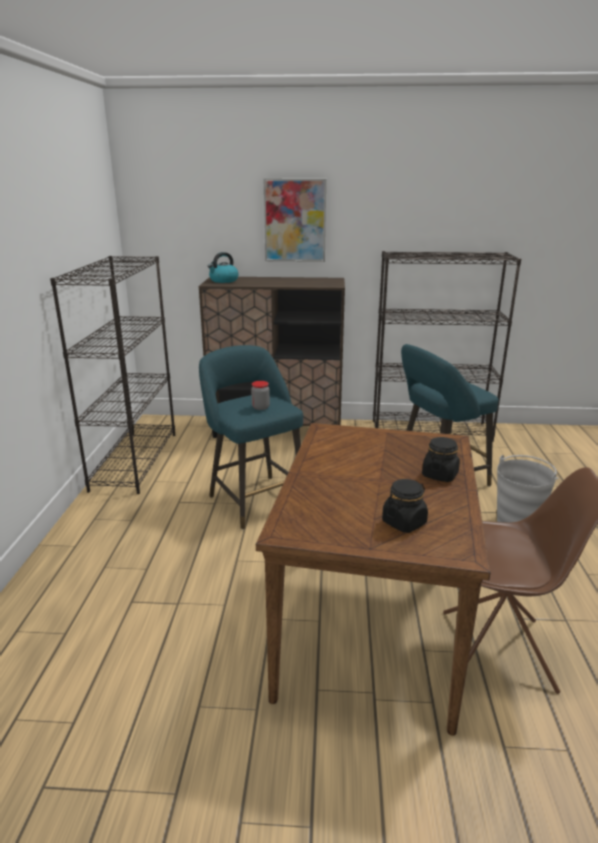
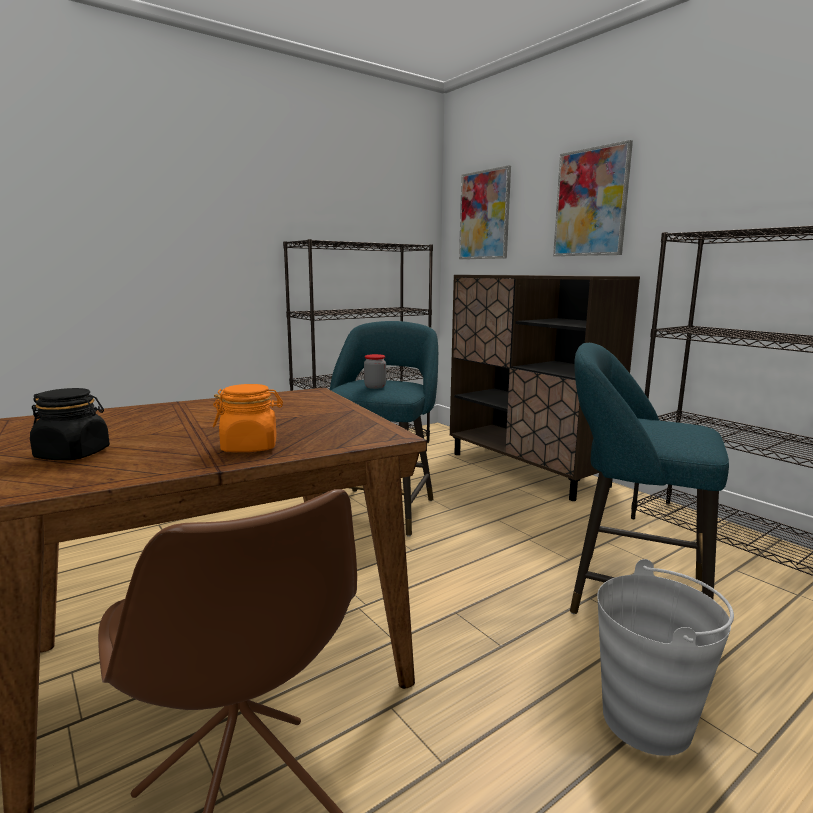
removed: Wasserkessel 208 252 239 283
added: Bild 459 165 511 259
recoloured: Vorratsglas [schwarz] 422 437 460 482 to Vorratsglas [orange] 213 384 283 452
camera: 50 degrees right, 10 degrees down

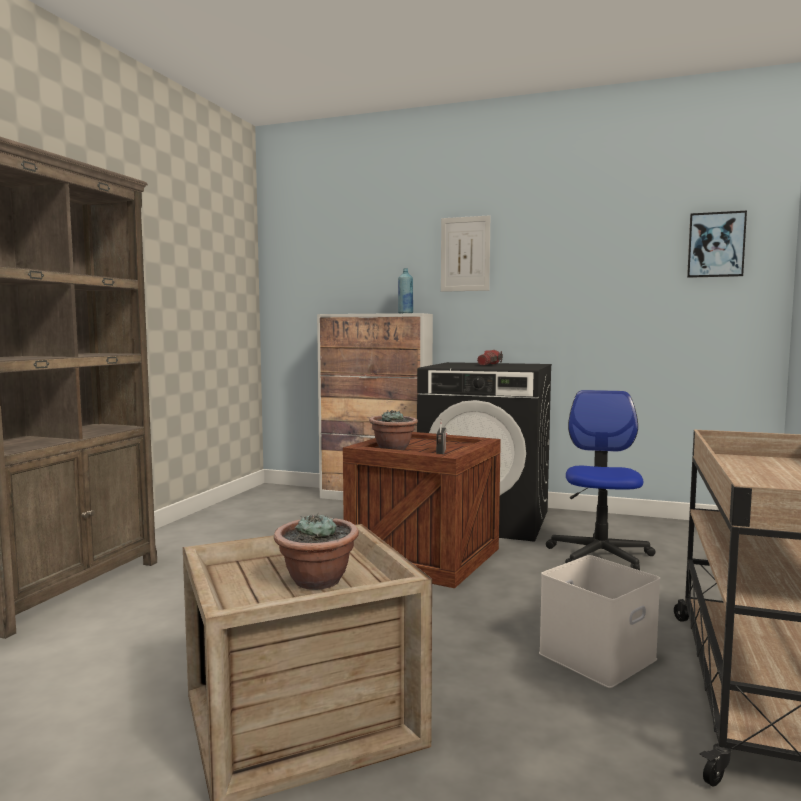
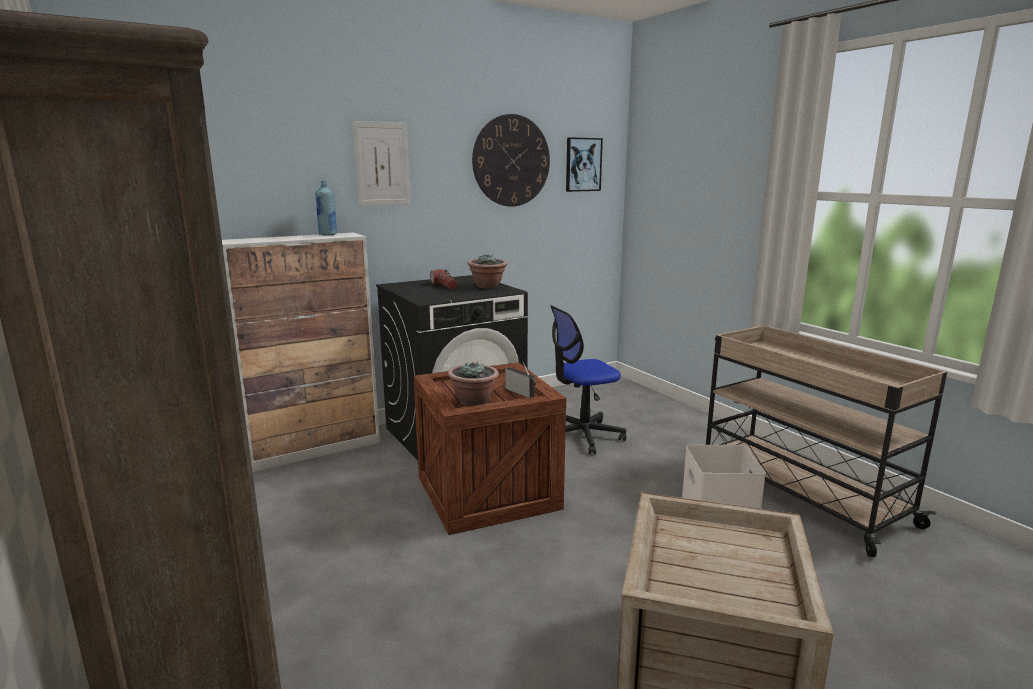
added: Wanduhr 472 114 550 207
moved: Topfpflanze 274 514 359 590 to 467 254 508 289
turned: Bürostuhl 546 390 656 570 = 550 305 627 454 75 degrees counterclockwise
camera: 50 degrees left, 10 degrees up

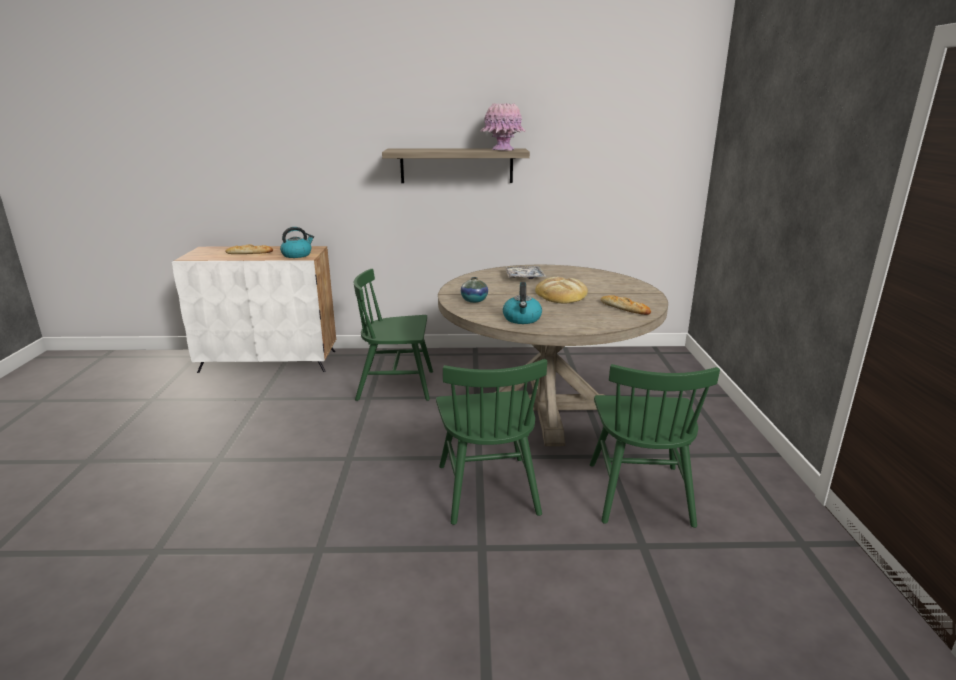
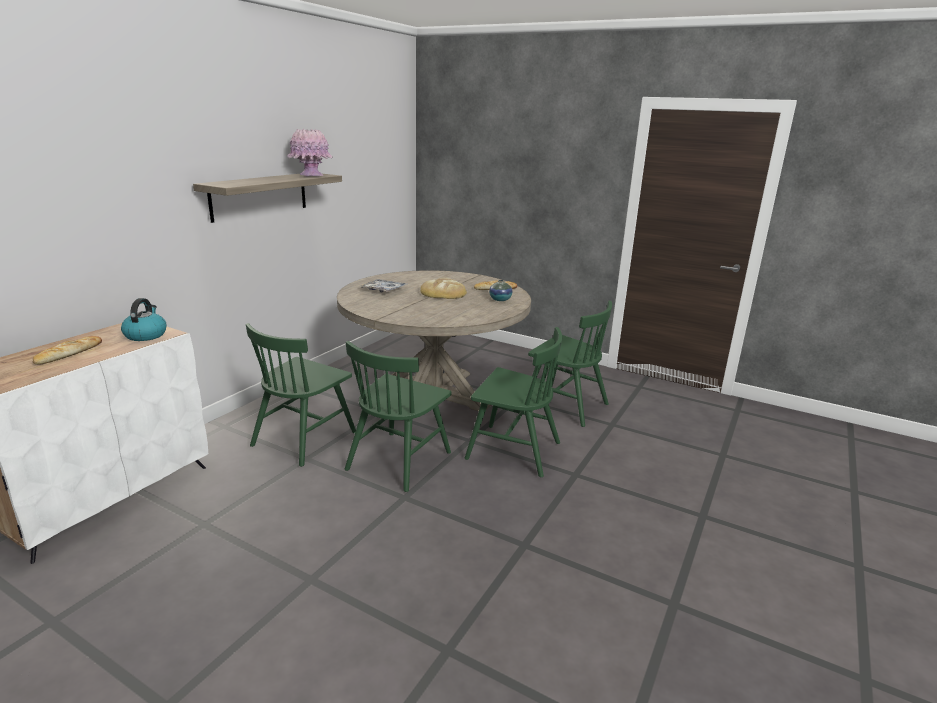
removed: Wasserkessel 503 282 542 324
added: Stuhl [grün] 345 341 452 492
moved: Vase 461 277 488 303 to 489 280 512 301
camera: 60 degrees left, 0 degrees up

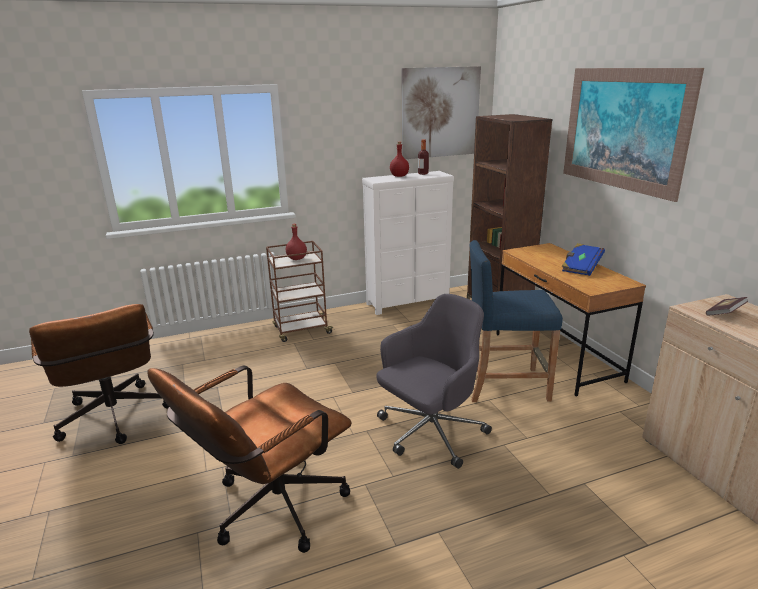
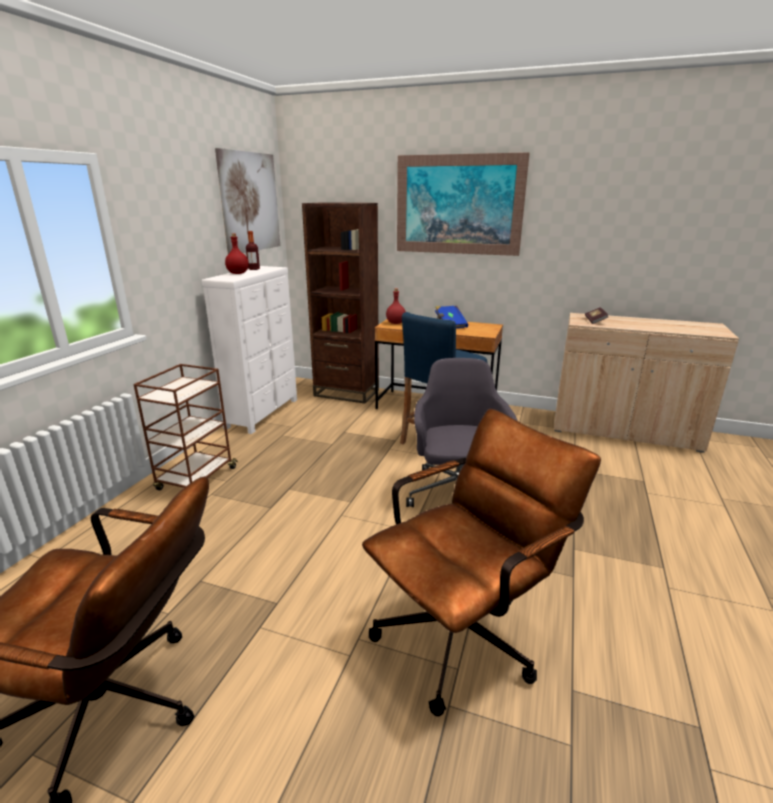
moved: Flasche [rot] 286 224 307 260 to 386 288 406 324
turned: Bürostuhl [braun] 147 365 352 553 = 362 409 601 717 120 degrees counterclockwise
camera: 50 degrees left, 0 degrees up

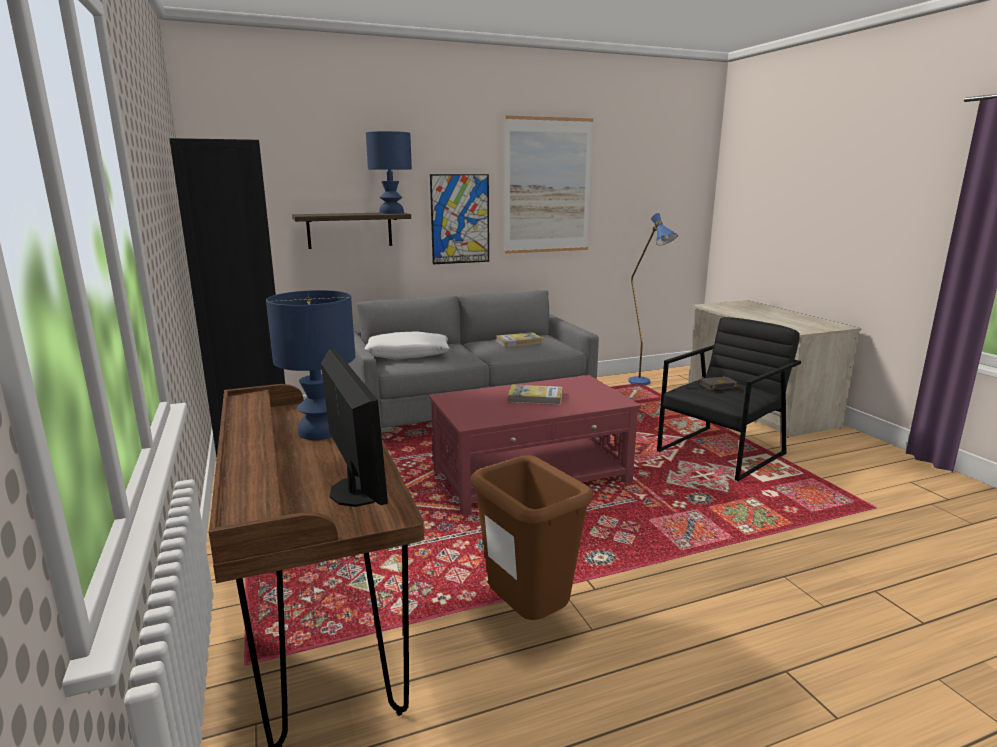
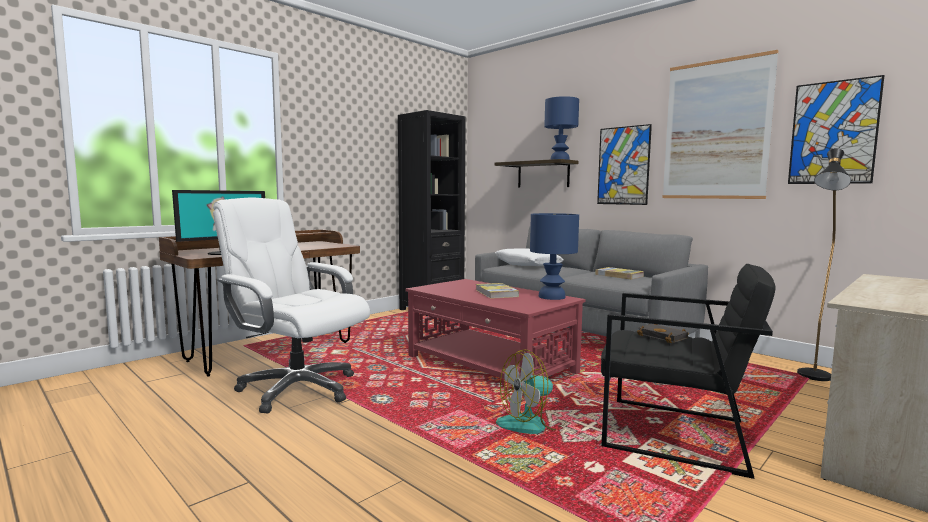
added: Ventilator 496 349 565 434; Bild 788 75 885 184
moved: Tischlampe [blau] 266 290 355 440 to 530 213 579 300
replaced: Mülleimer [braun] 471 455 593 620 to Bürostuhl [weiß] 213 197 370 413
recoloured: Stehlampe [blau] 628 213 678 385 to Stehlampe [schwarz] 797 148 851 381
camera: 65 degrees right, 10 degrees down

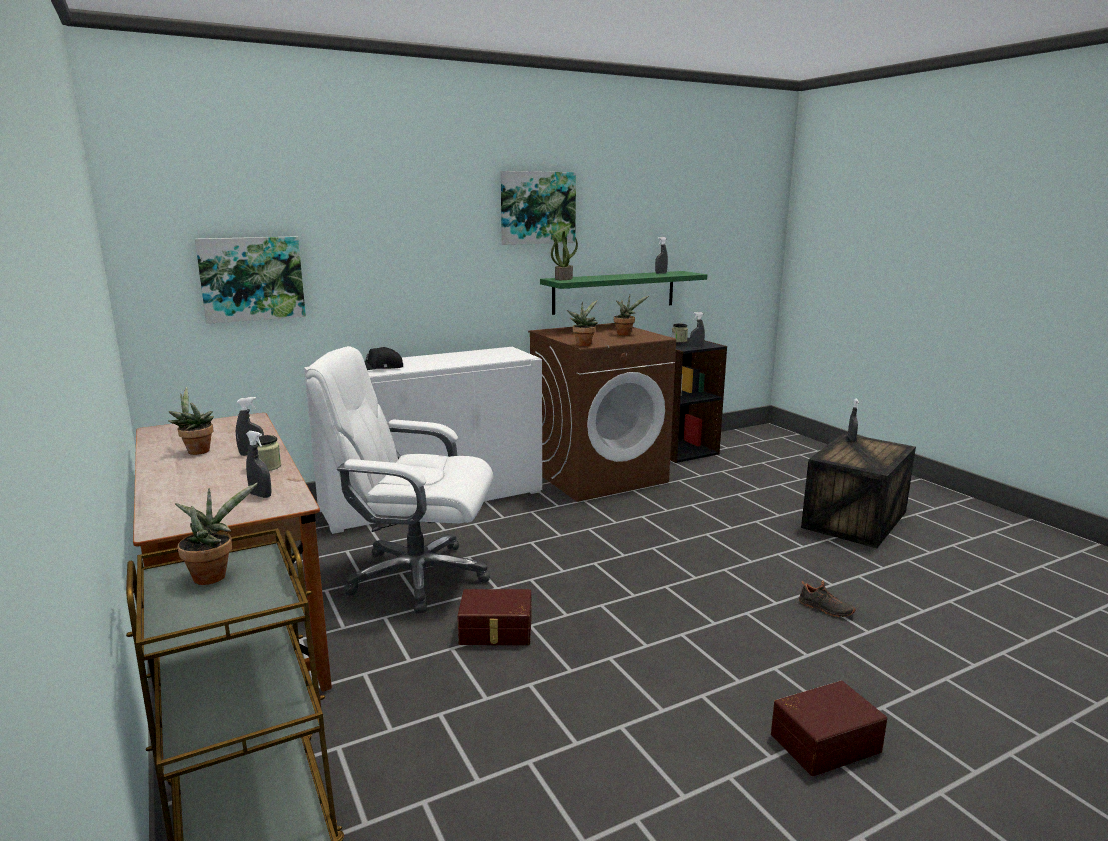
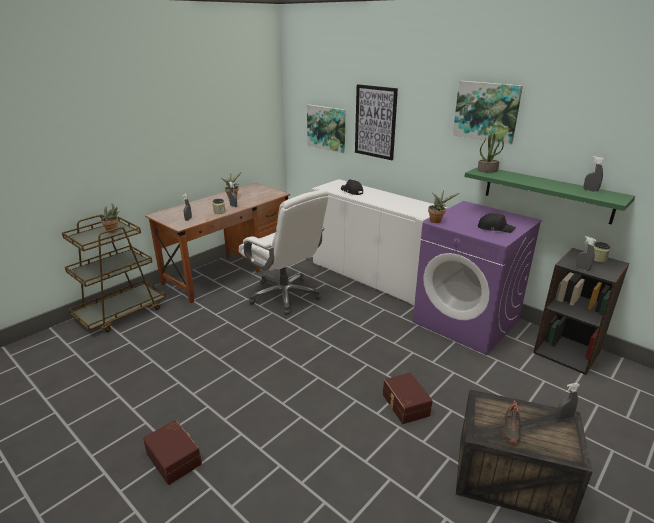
added: Bild 355 84 398 160
moved: Aufbewahrungsbox [braun] 457 589 532 645 to 383 373 433 424; Schuh [schwarz] 799 580 855 617 to 502 401 521 444
replaced: Topfpflanze 614 295 650 336 to Kappe [schwarz] 477 213 516 233
recoloured: Waschmaschine [braun] 528 323 676 502 to Waschmaschine [lila] 413 201 542 355
turned: Bürostuhl [weiß] 305 346 493 614 = 239 190 328 315 150 degrees clockwise
camera: 70 degrees right, 10 degrees up

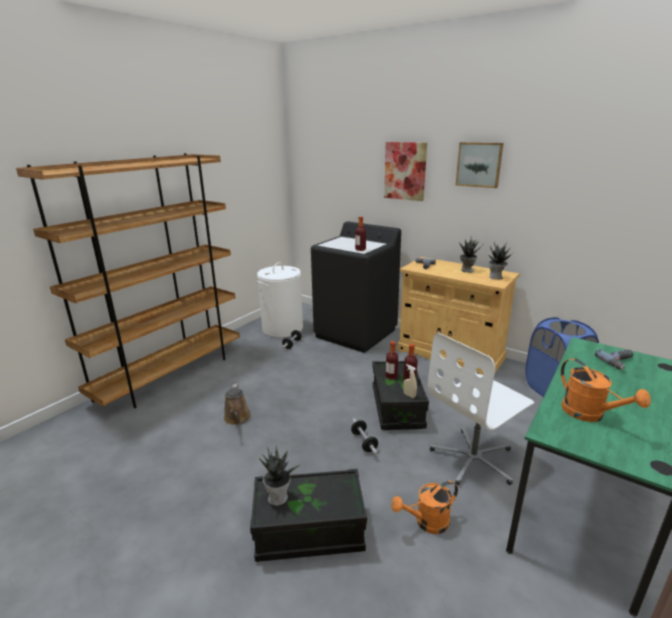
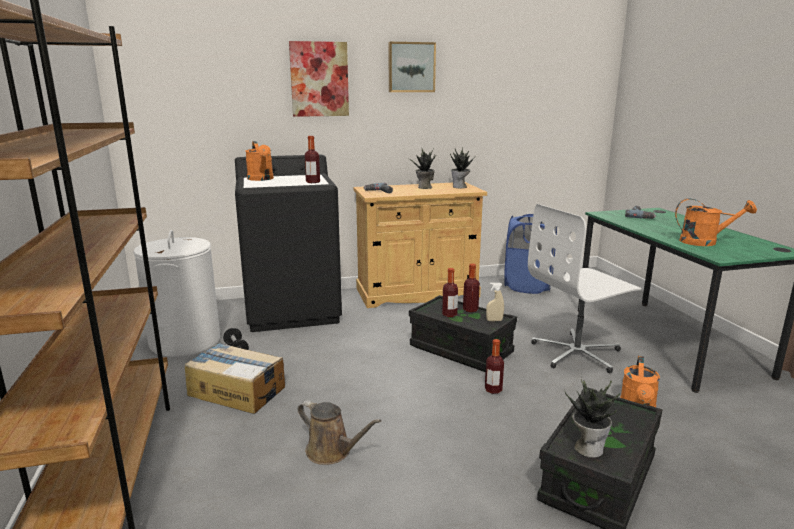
added: Karton 185 343 285 414; Gießkanne [orange] 245 141 274 181
replaced: Hantel 351 418 378 455 to Flasche 485 339 504 394
turned: Bürostuhl [weiß] 428 333 534 485 = 528 204 642 373 60 degrees clockwise
camera: 50 degrees left, 5 degrees down

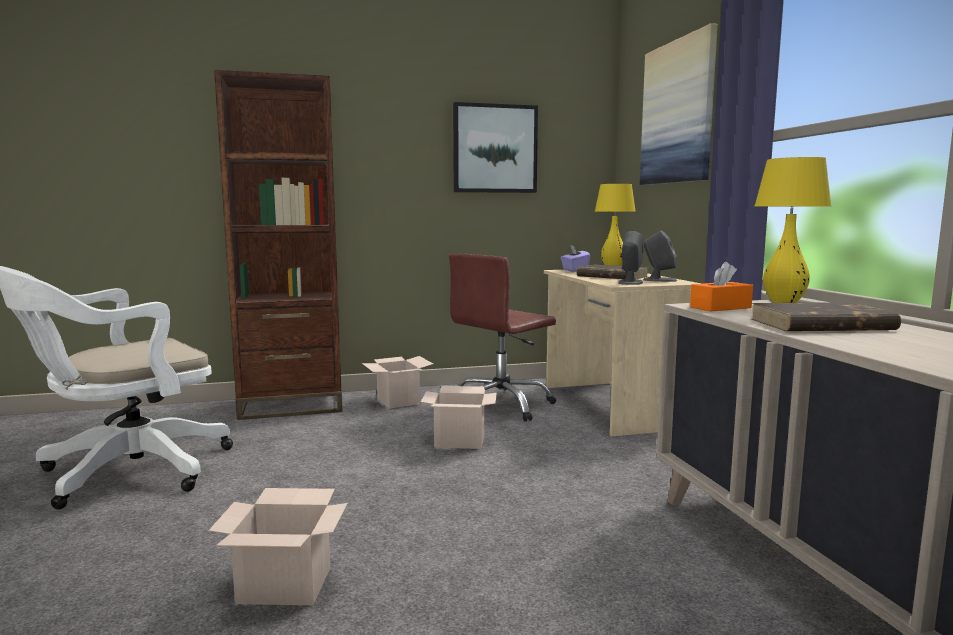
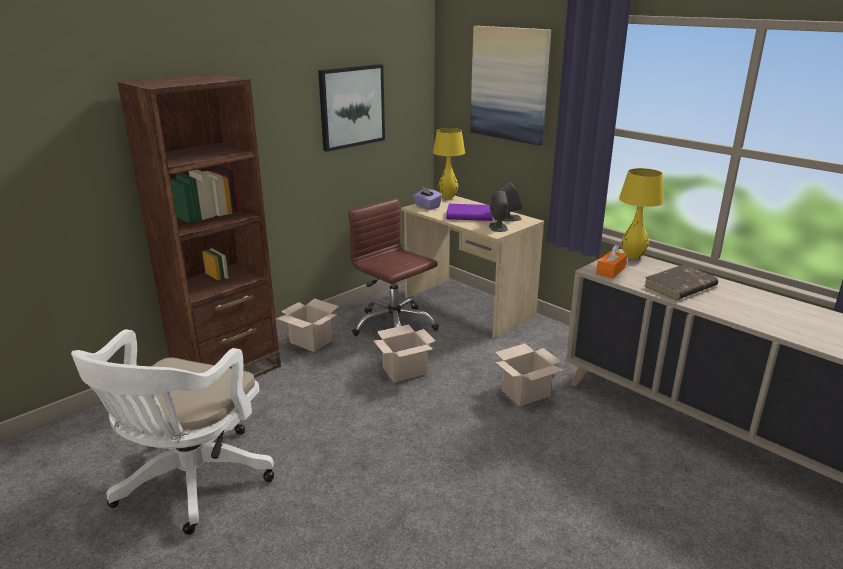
moved: Karton 209 488 348 605 to 495 343 563 406
recoloured: Buch [braun] 576 265 649 279 to Buch [lila] 446 204 493 221
turned: Bürostuhl [braun] 449 253 556 421 = 348 198 439 336 120 degrees clockwise
camera: 30 degrees left, 15 degrees up

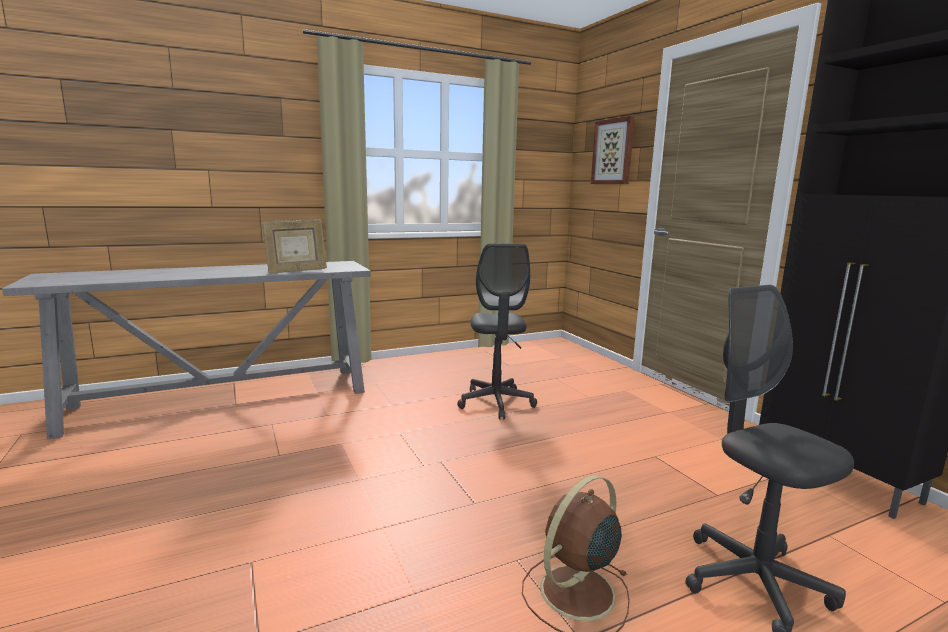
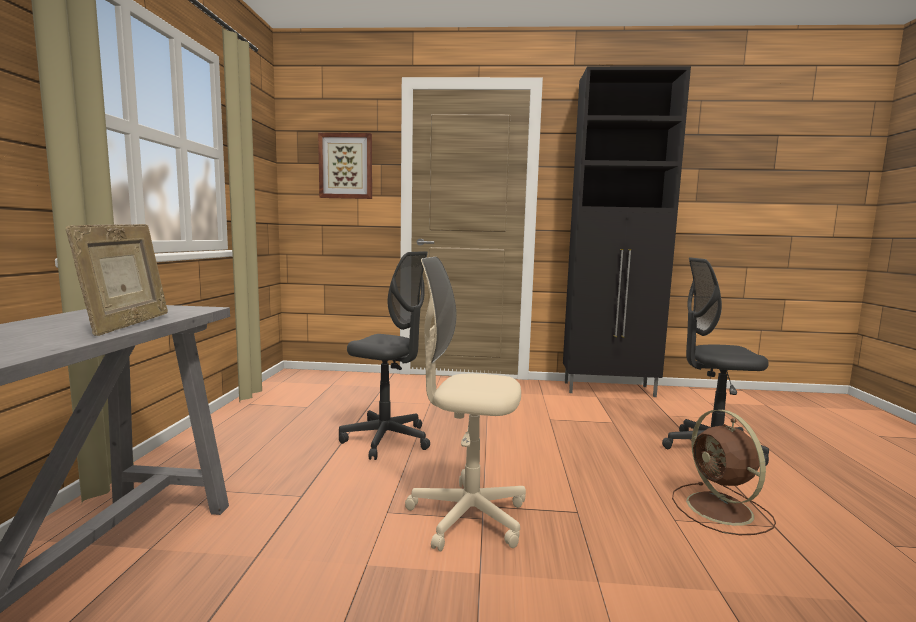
added: Bürostuhl [beige] 405 257 526 552
camera: 60 degrees left, 5 degrees down

